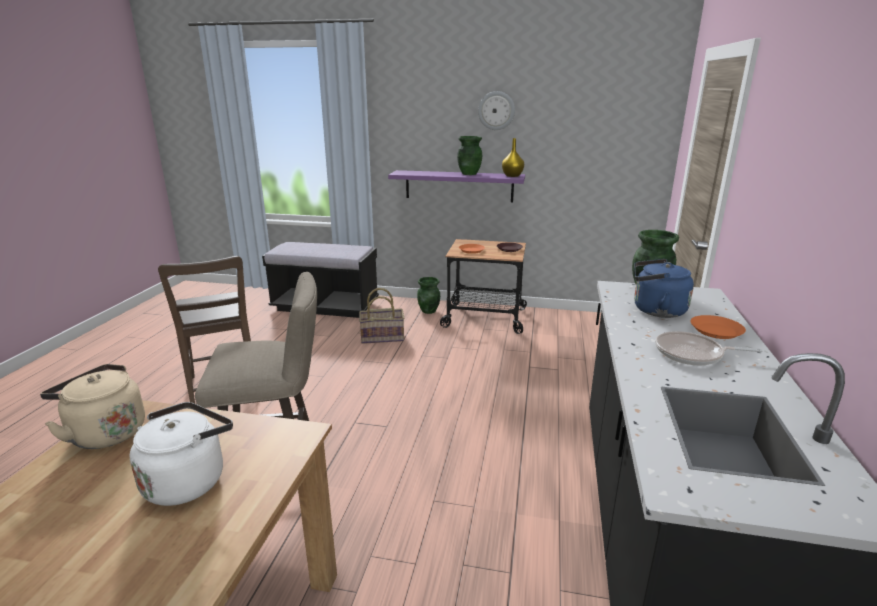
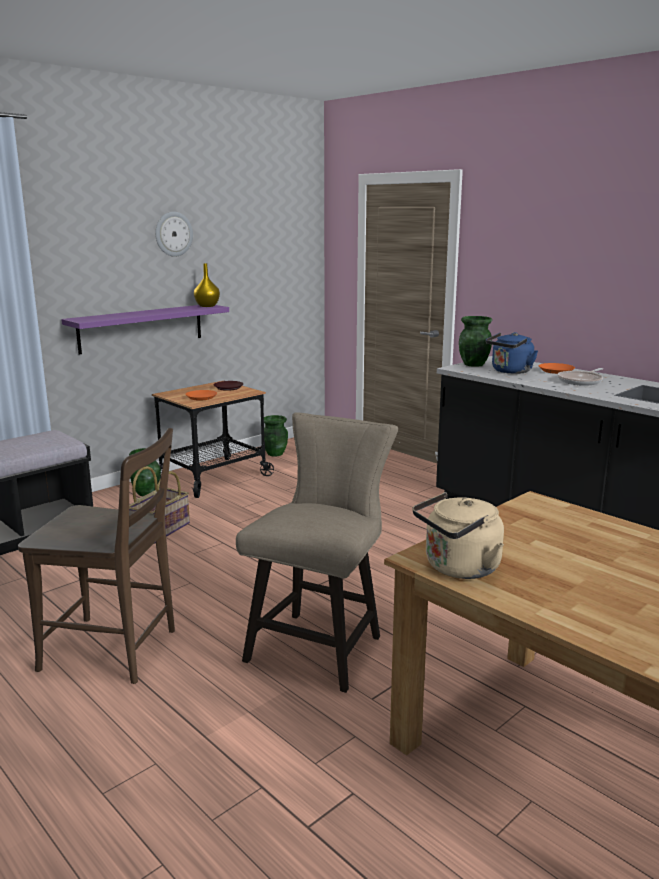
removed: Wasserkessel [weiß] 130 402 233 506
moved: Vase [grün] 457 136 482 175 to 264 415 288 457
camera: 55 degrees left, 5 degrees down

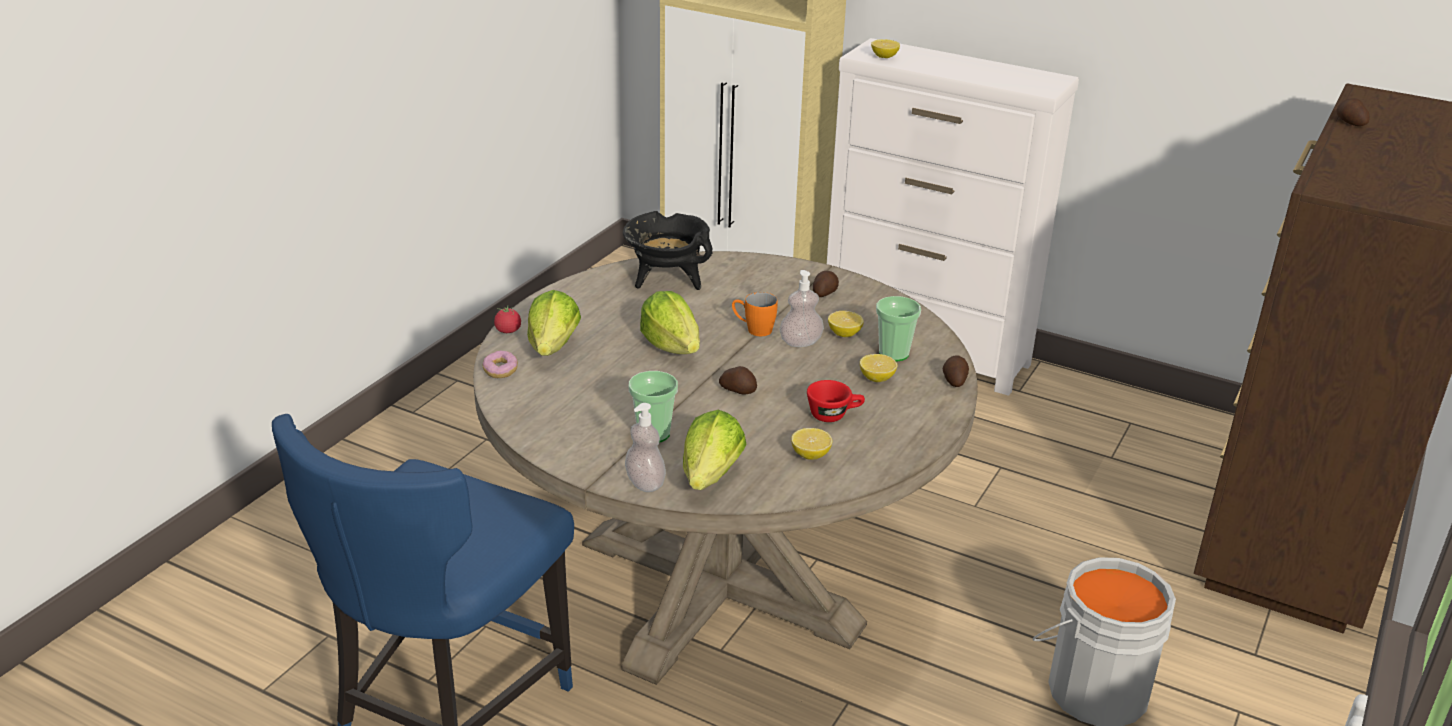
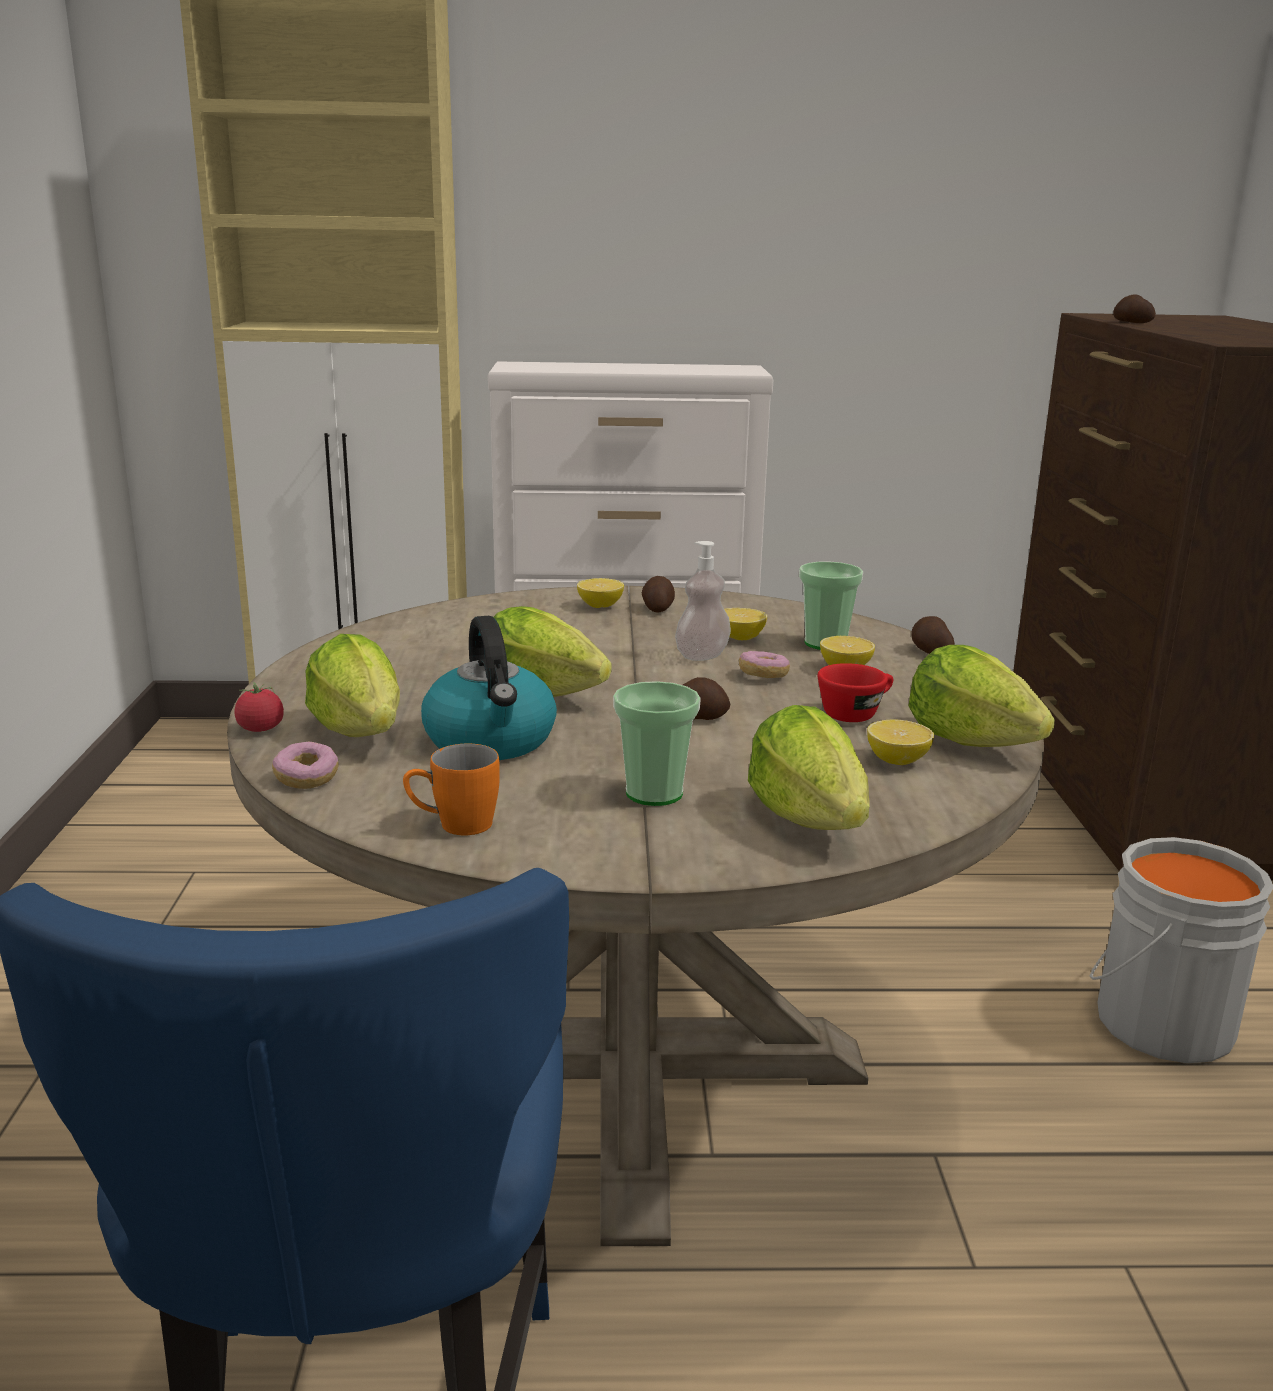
removed: Kochtopf [schwarz] 623 211 713 290; Seifenspender 625 403 666 492
added: Wasserkessel 421 616 557 760; Donut 739 651 790 678; Salatkopf 908 645 1055 747
moved: Henkelbecher [orange] 732 292 778 336 to 403 744 500 835; Zitrone 871 40 900 58 to 577 578 624 608
camera: 30 degrees left, 10 degrees down

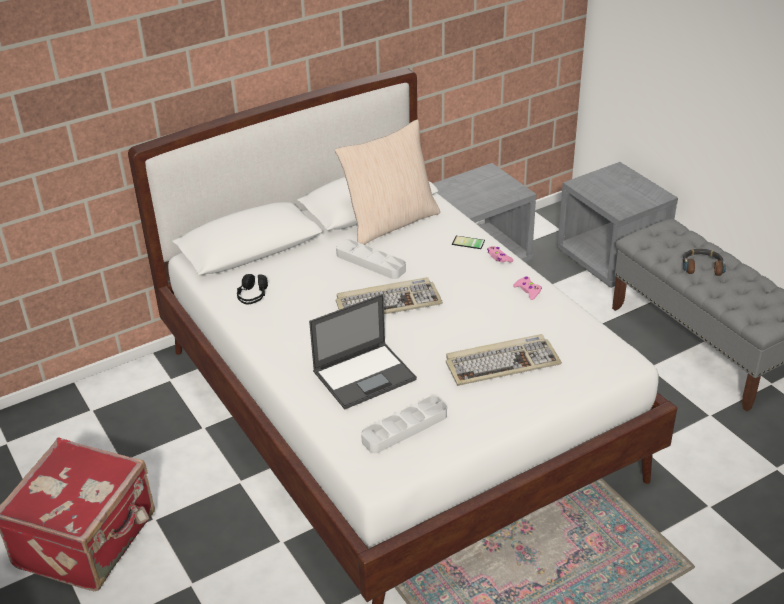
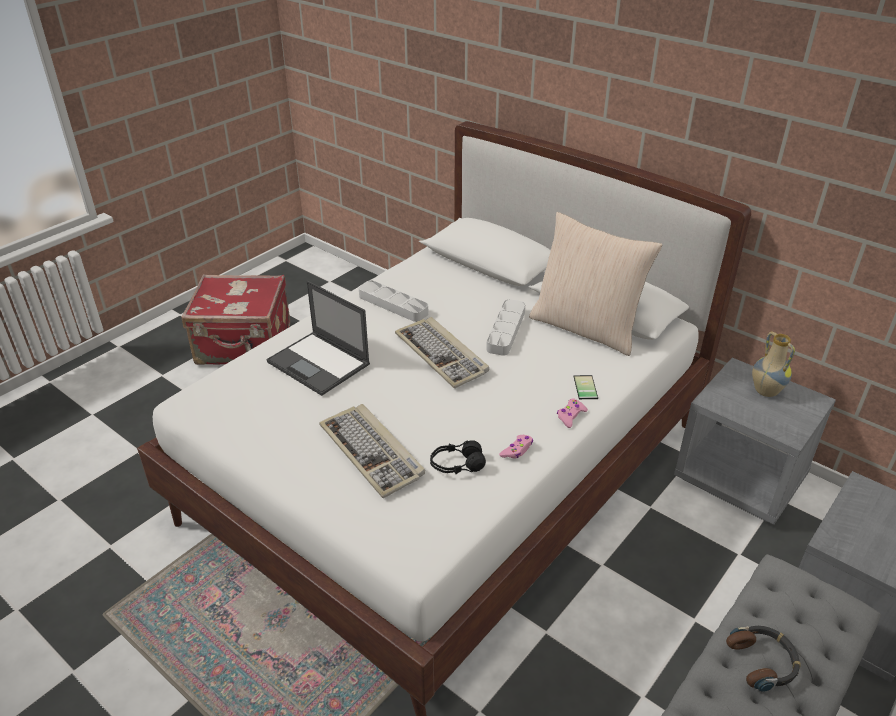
added: Vase 752 332 795 397
moved: Tablett [grau] 361 396 447 453 to 359 280 428 322; Kopfhörer [schwarz] 237 274 268 305 to 430 440 486 474
camera: 70 degrees right, 0 degrees up

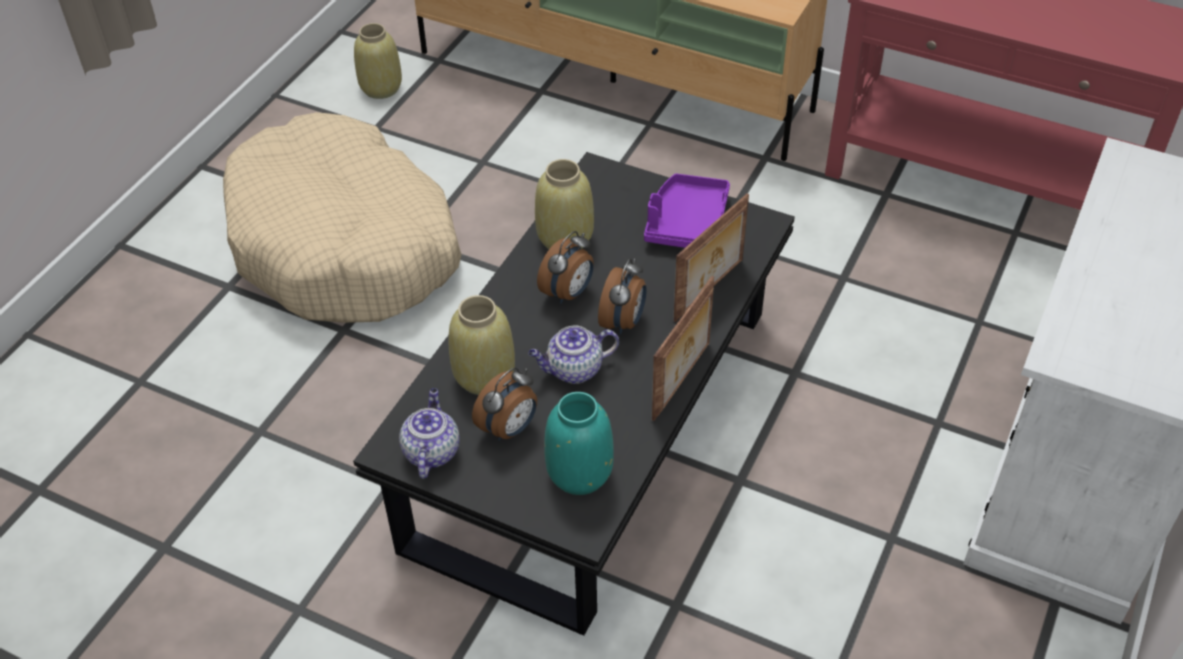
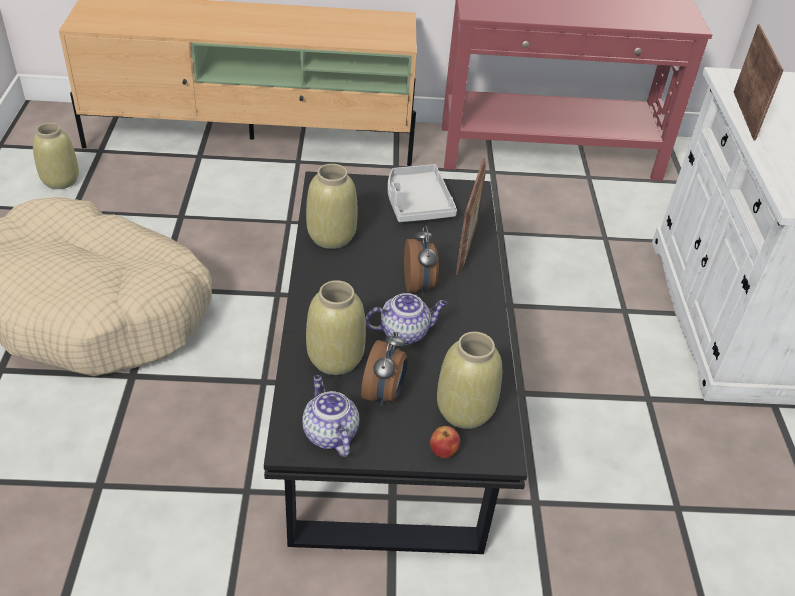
removed: Wecker 537 231 594 304
added: Apfel 430 426 460 458
moved: Bilderrahmen 652 276 714 421 to 734 24 783 141
recoloured: Tablett [lila] 644 173 730 248 to Tablett [grau] 388 164 457 222; Vase [türkis] 544 392 614 495 to Vase [beige] 437 332 502 429
turned: Teekanne 528 326 619 384 = 365 293 447 344 150 degrees counterclockwise
camera: 30 degrees left, 5 degrees down

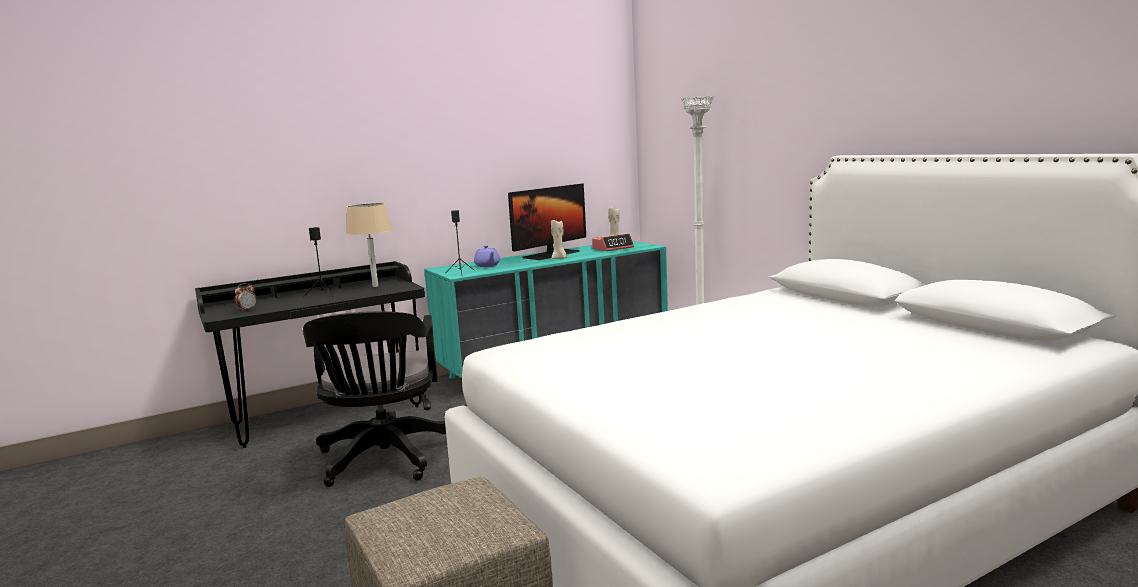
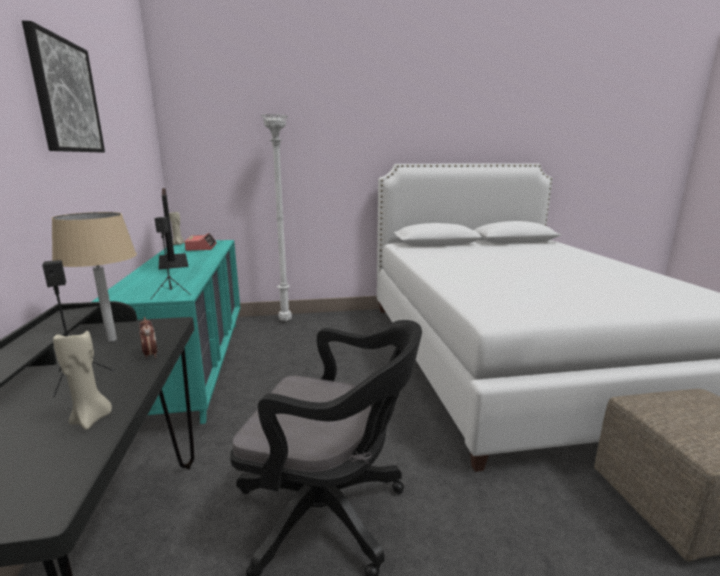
removed: Teekanne [lila] 474 245 500 267
added: Bild 22 21 105 152
moved: Kerze [beige] 551 220 567 259 to 53 330 112 430; Wecker 235 283 257 311 to 139 317 158 359
camera: 70 degrees left, 5 degrees up

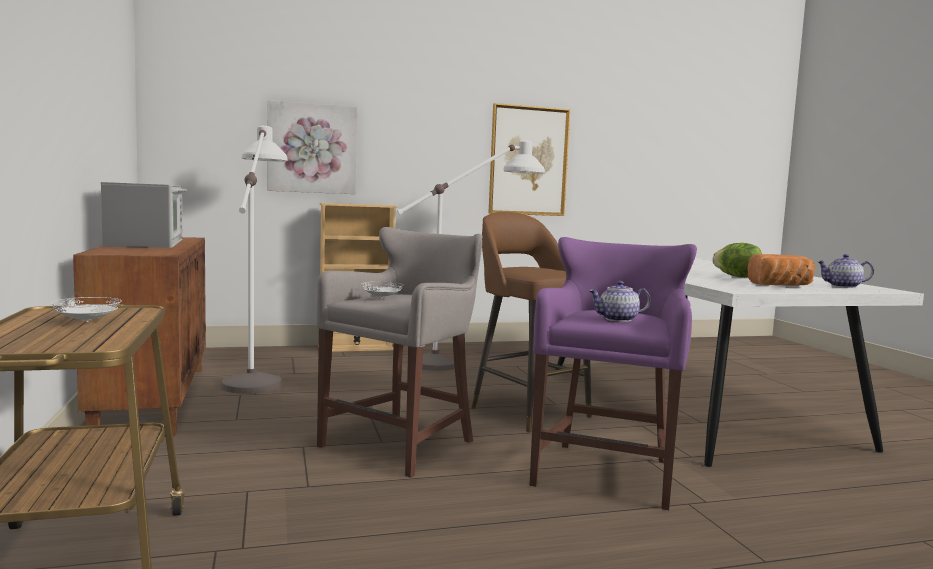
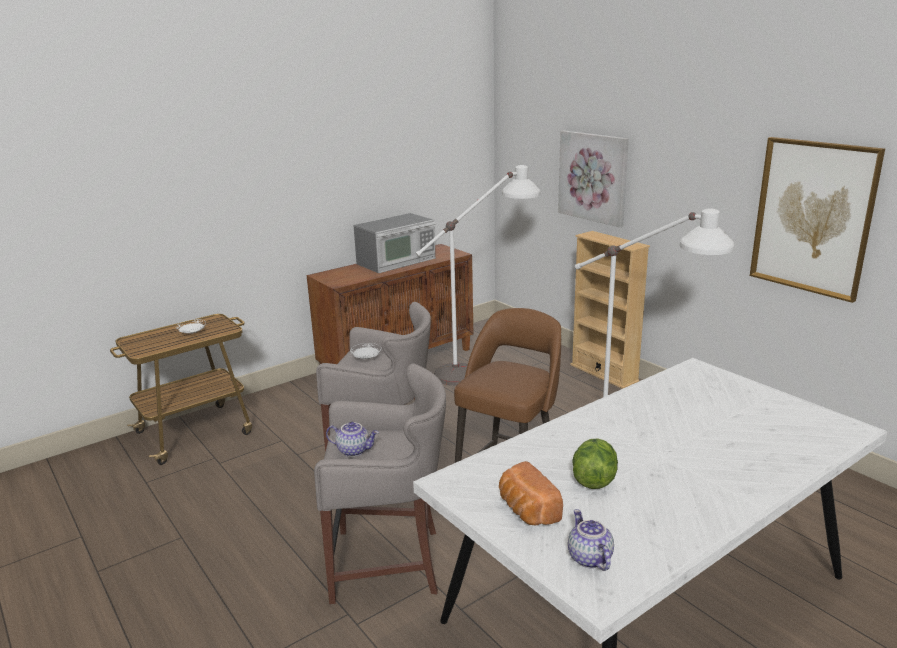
recoloured: Hocker [lila] 529 237 697 510 to Hocker [grau] 314 363 446 604
turned: Teekanne 589 281 650 322 = 326 422 379 457 135 degrees clockwise
camera: 70 degrees right, 15 degrees up

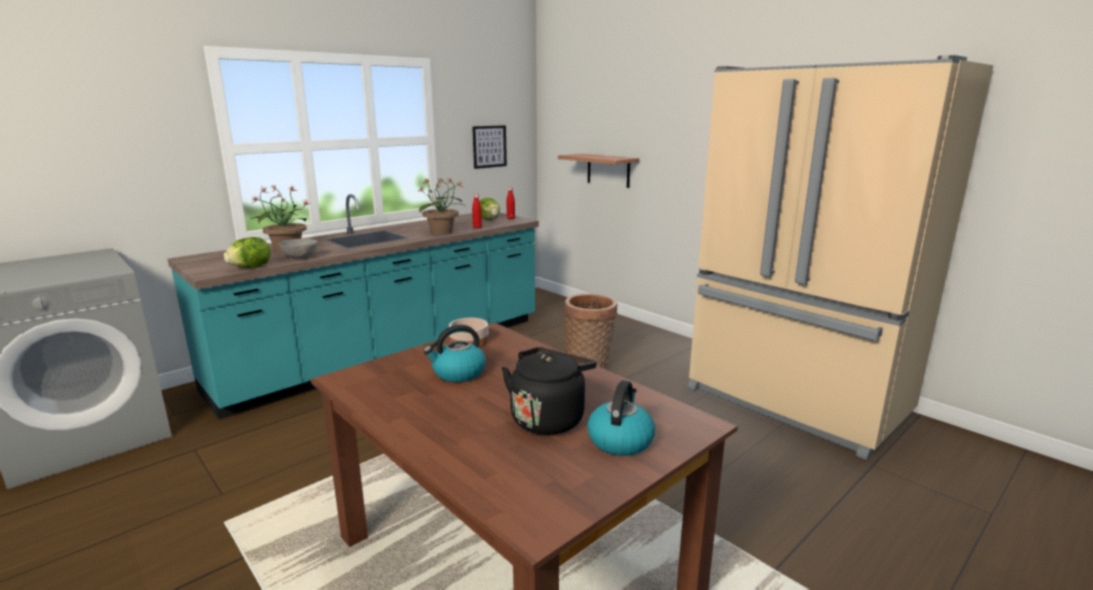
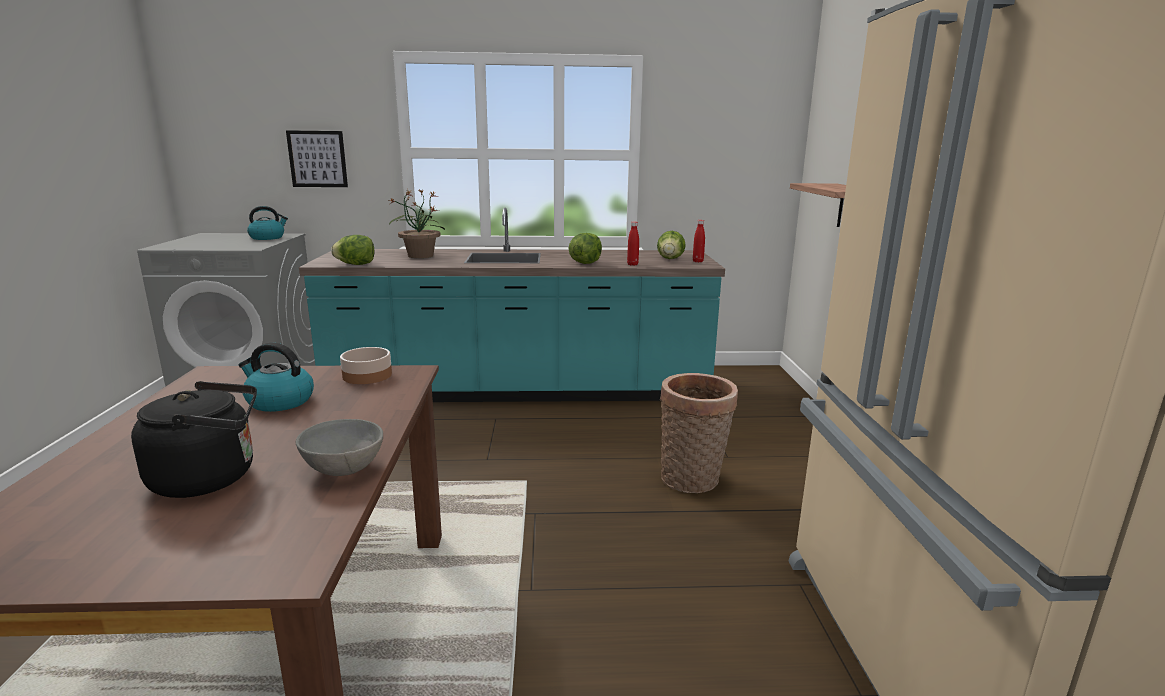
moved: Wasserkessel 587 380 655 456 to 247 206 288 240; Bild 472 125 507 169 to 286 130 348 187; Schüssel [grau] 279 239 318 259 to 296 419 383 476
replaced: Topfpflanze 419 177 465 234 to Salatkopf 568 233 602 264
camera: 40 degrees right, 0 degrees up

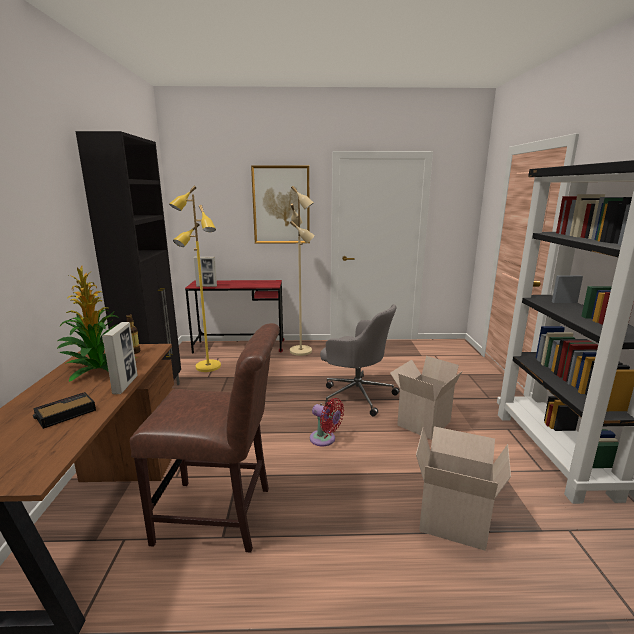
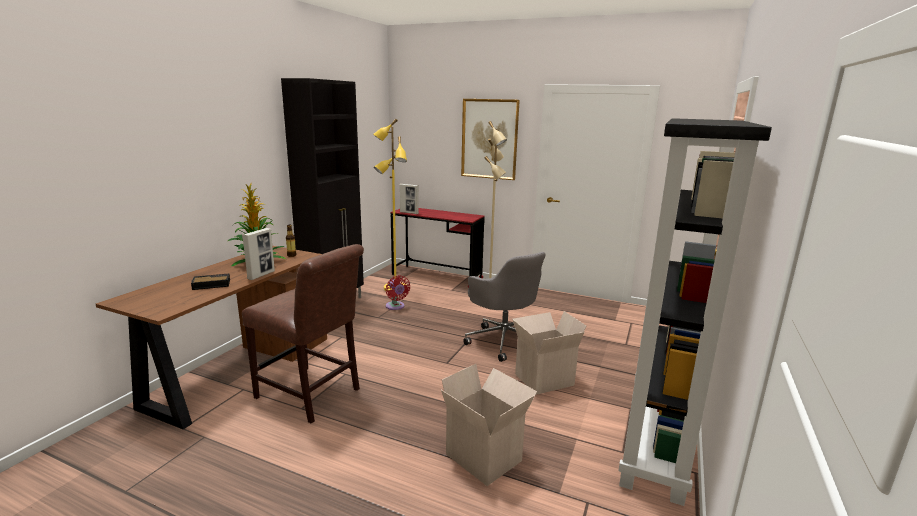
moved: Ventilator [rot] 310 398 344 446 to 386 275 410 310
camera: 25 degrees right, 0 degrees up

